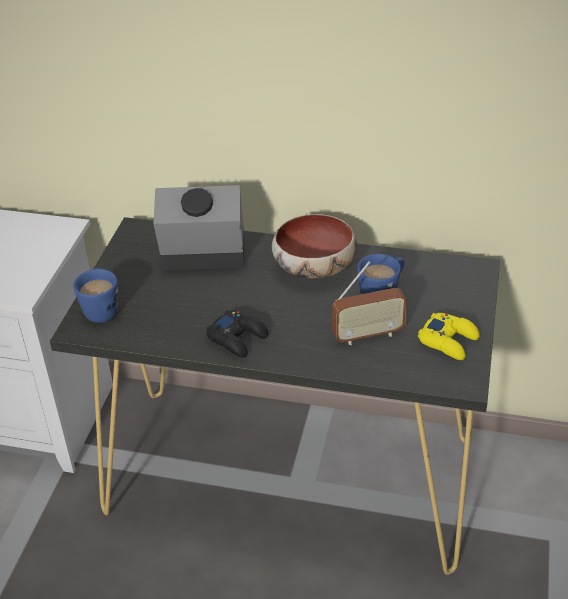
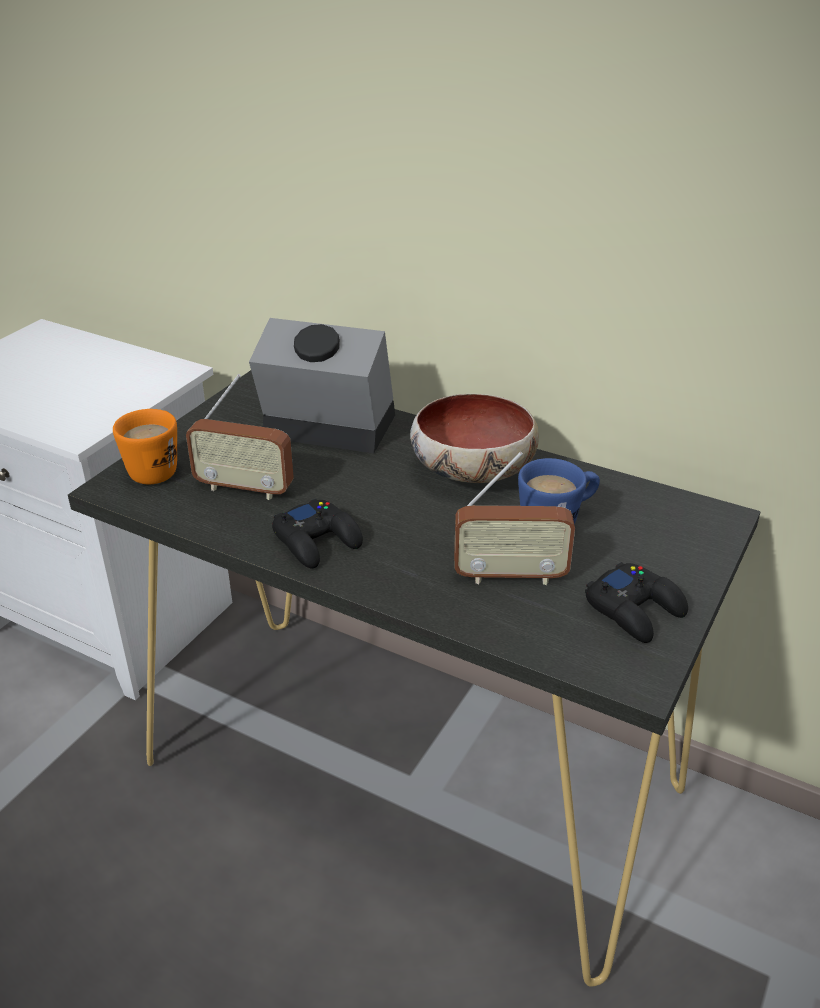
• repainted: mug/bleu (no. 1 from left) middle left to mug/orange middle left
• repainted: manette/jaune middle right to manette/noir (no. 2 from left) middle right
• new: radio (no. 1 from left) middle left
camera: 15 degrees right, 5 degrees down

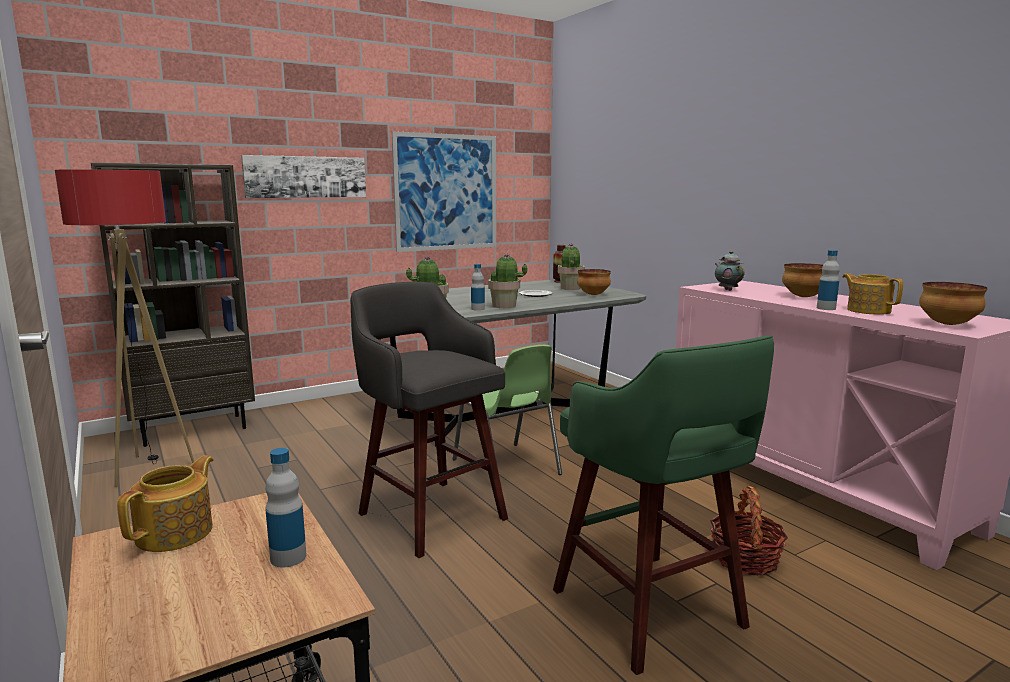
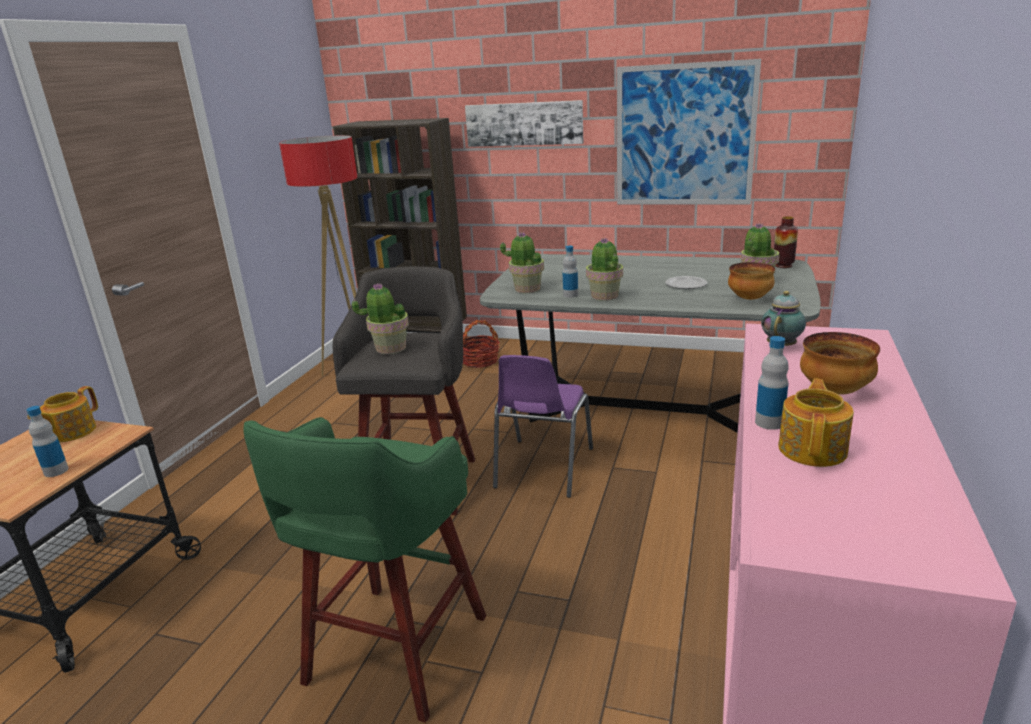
• gone: bol (no. 3 from left) middle right
• repainted: chaise/vert centre to chaise/violet centre
• rotated: théière (no. 1 from left) bottom left = middle left 135 degrees clockwise
• shifted: panier bottom right to centre
• new: plante en pot (no. 1 from left) centre
camera: 50 degrees right, 10 degrees up

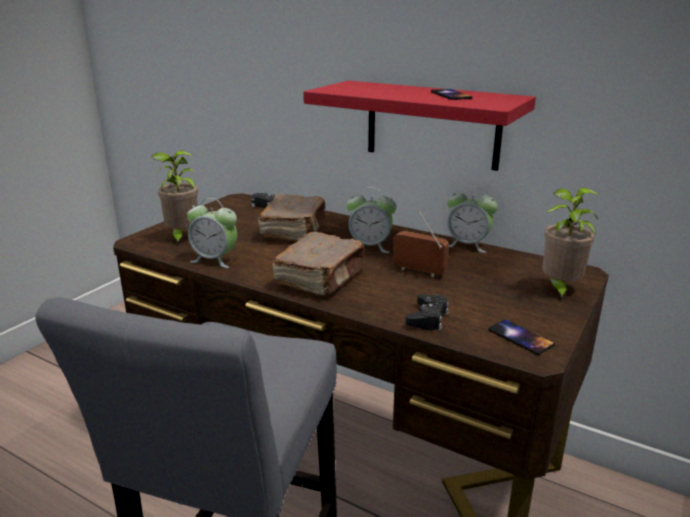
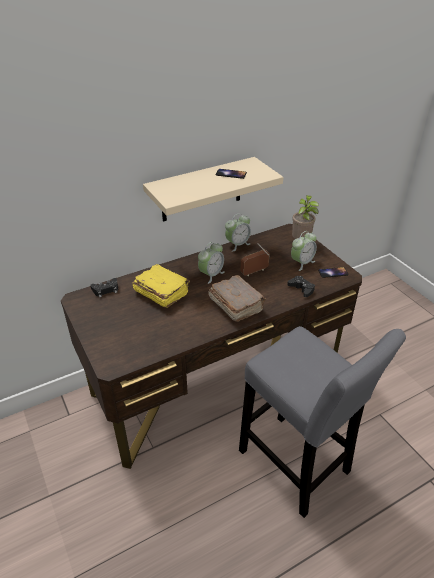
• repainted: étagère/rouge top centre to étagère/beige top centre
• gone: plante en pot (no. 1 from left) middle left
• repainted: livre/marron (no. 1 from left) centre to livre/jaune centre
• shifted: réveil (no. 1 from left in the first image) middle left to réveil (no. 3 from left) middle right
camera: 60 degrees left, 15 degrees up

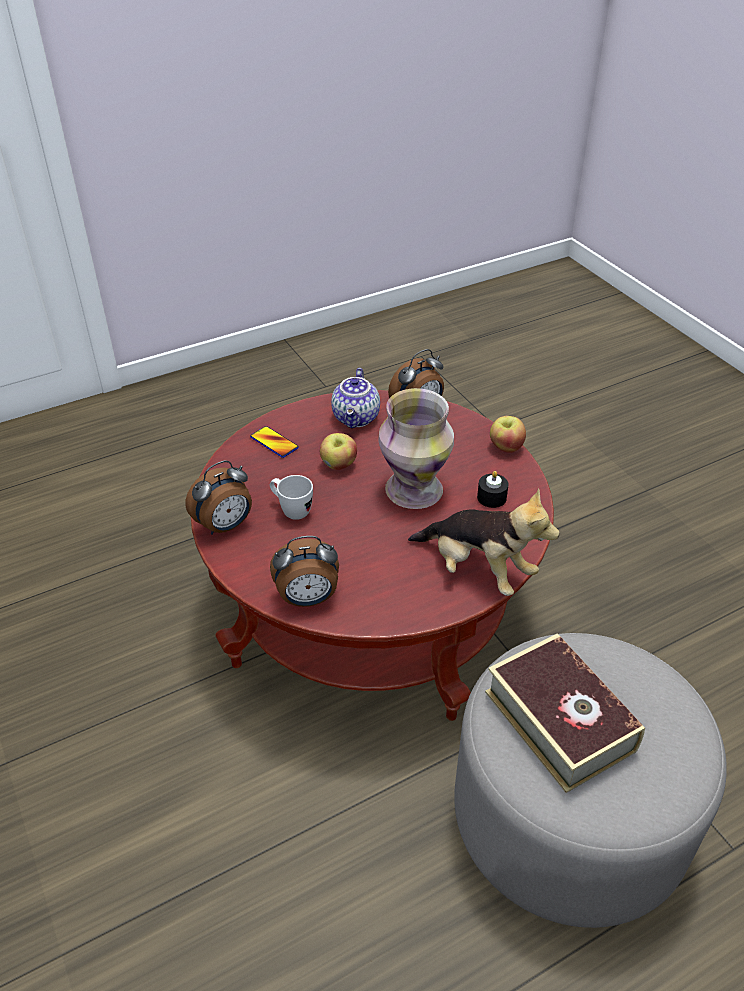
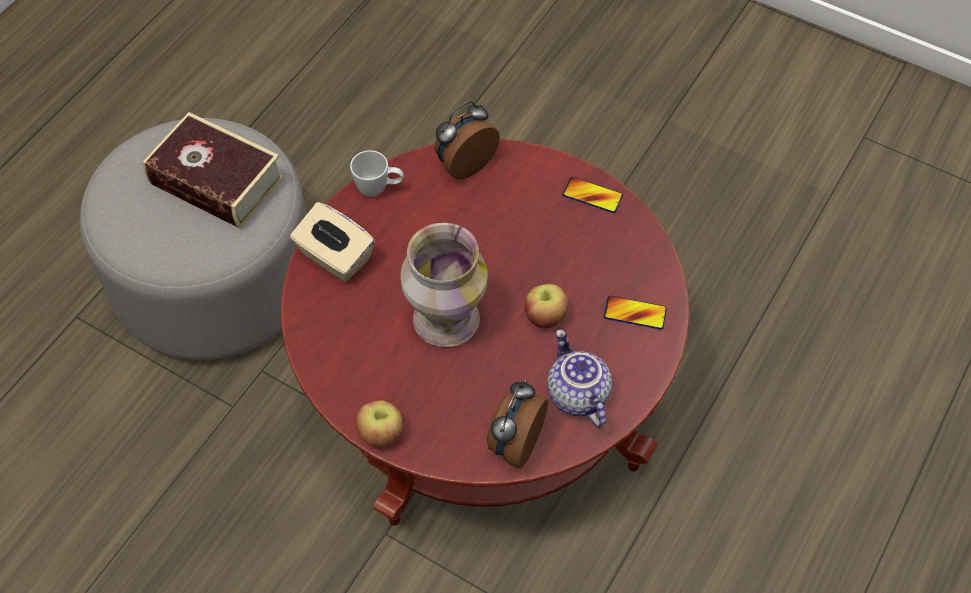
• swapped: réveil (no. 1 from left) middle left to téléphone (no. 1 from left) top centre
• gone: bougie/noir centre
• shifted: mug/blanc centre to top centre
• swapped: peluche centre to boîte à mouchoirs/beige centre
camera: 150 degrees right, 15 degrees up

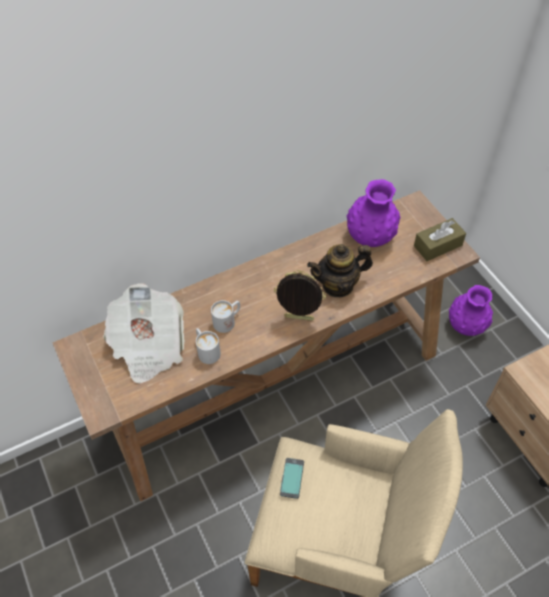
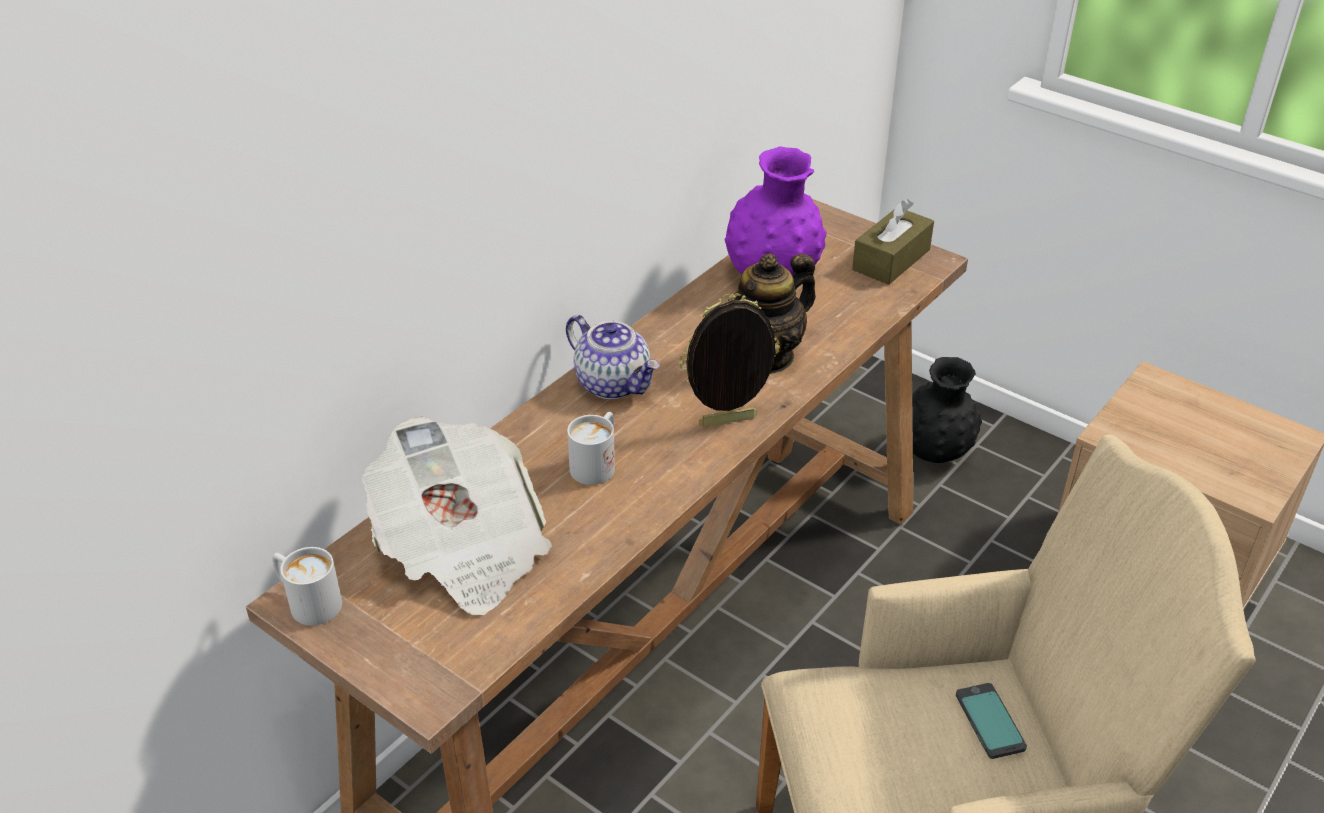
• repainted: vase/violet (no. 2 from left) middle right to vase/noir middle right
• shifted: mug/blanc (no. 1 from left) centre to bottom left
• shifted: téléphone bottom centre to bottom right
• new: théière (no. 1 from left) centre
camera: 25 degrees left, 15 degrees down

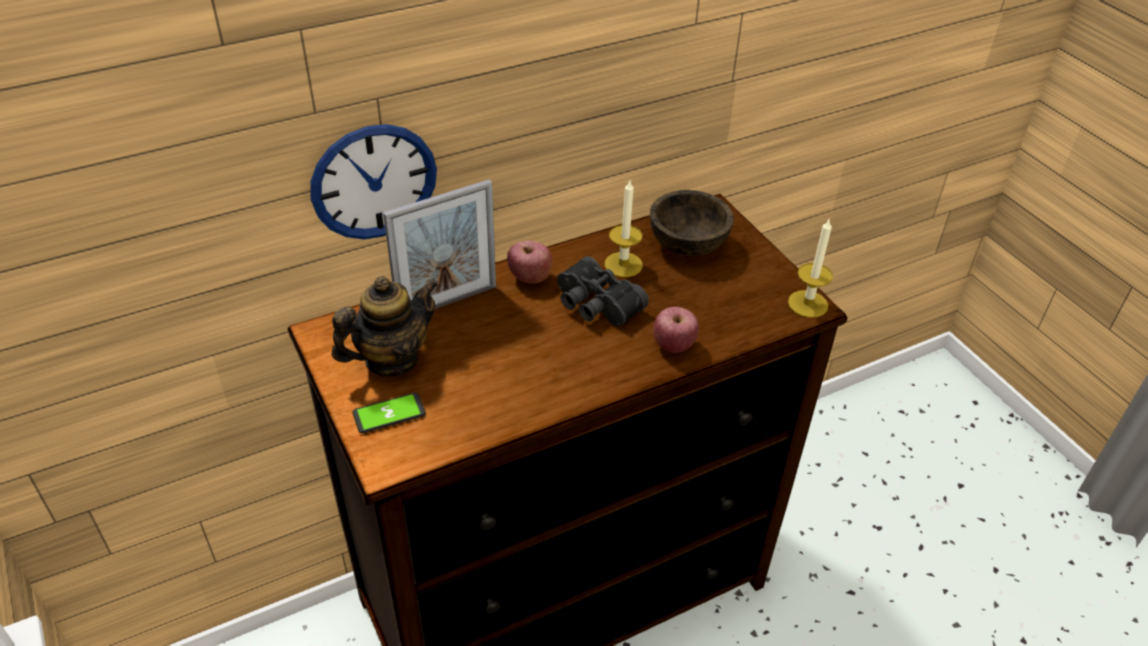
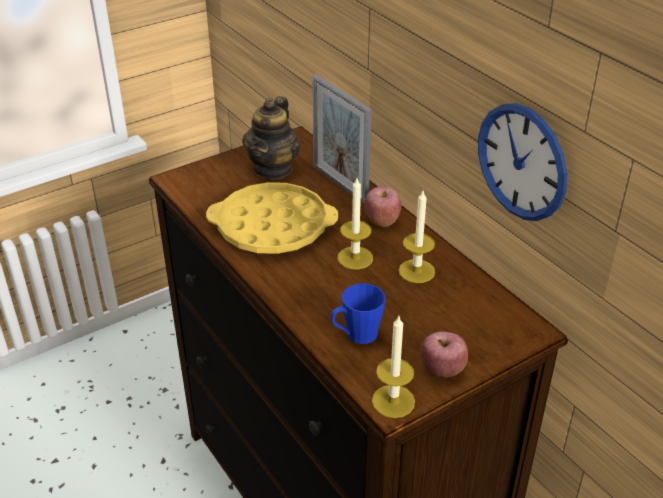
• shifted: horloge murale top left to top right
• gone: bol/marron centre
• swapped: jumelles/noir centre to bougie (no. 1 from left) centre
• rotated: théière centre = top centre 60 degrees clockwise
• shifted: pomme (no. 2 from left) centre to bottom right
• gone: téléphone centre
• new: plateau/jaune centre
• new: mug/bleu centre
camera: 85 degrees right, 5 degrees down

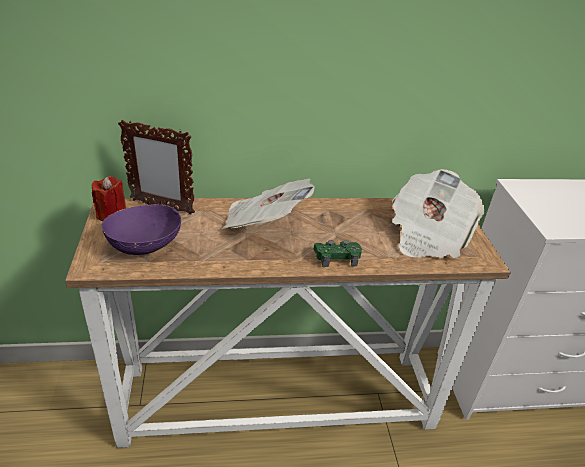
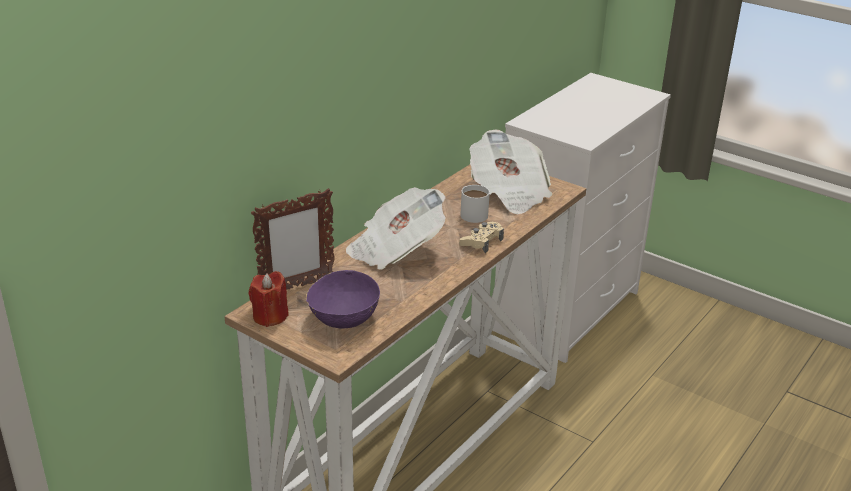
• repainted: manette/vert centre to manette/beige centre
• new: mug/blanc centre
camera: 45 degrees left, 5 degrees down

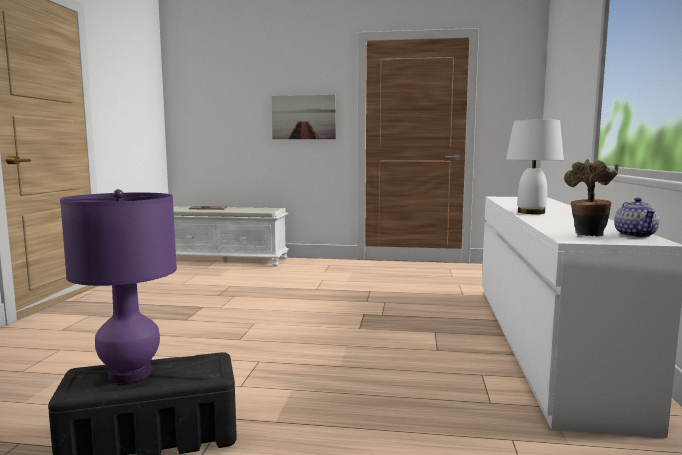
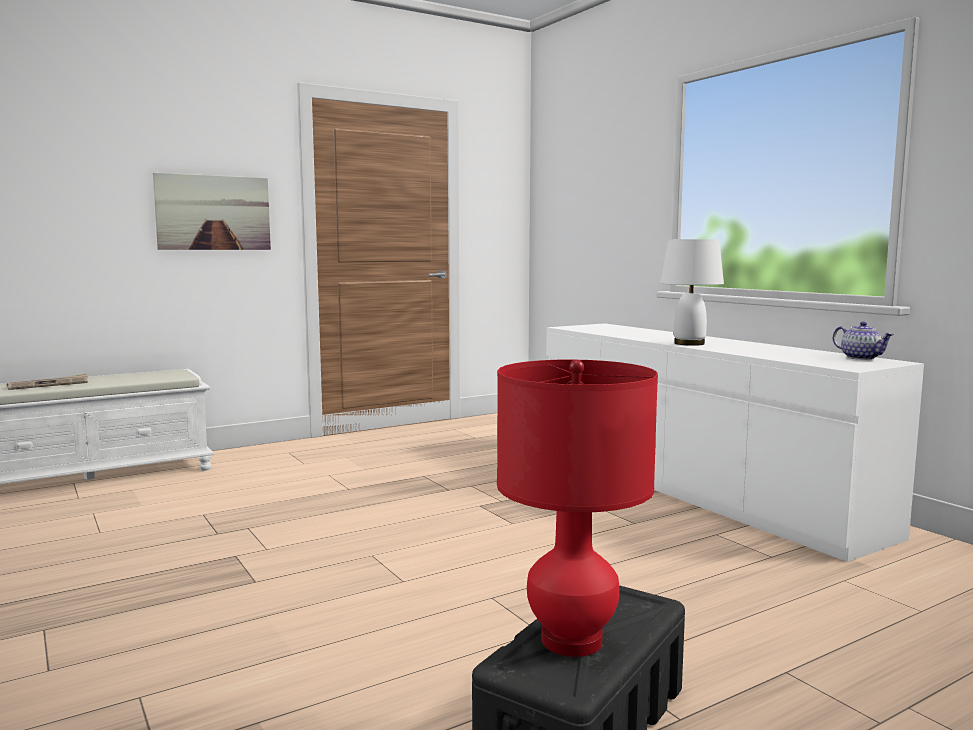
• gone: plante en pot middle right
• repainted: lampe de table/violet middle left to lampe de table/rouge bottom centre
camera: 40 degrees left, 0 degrees up

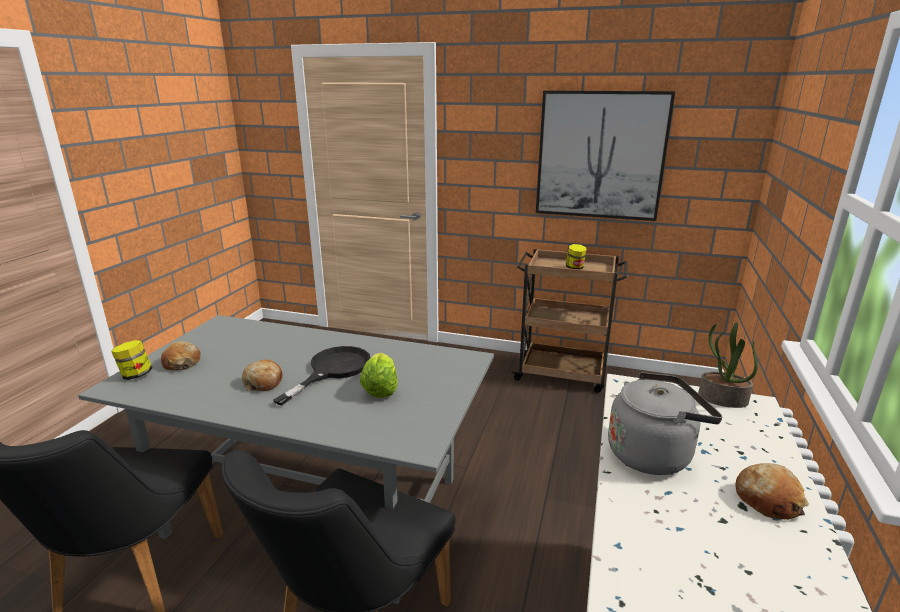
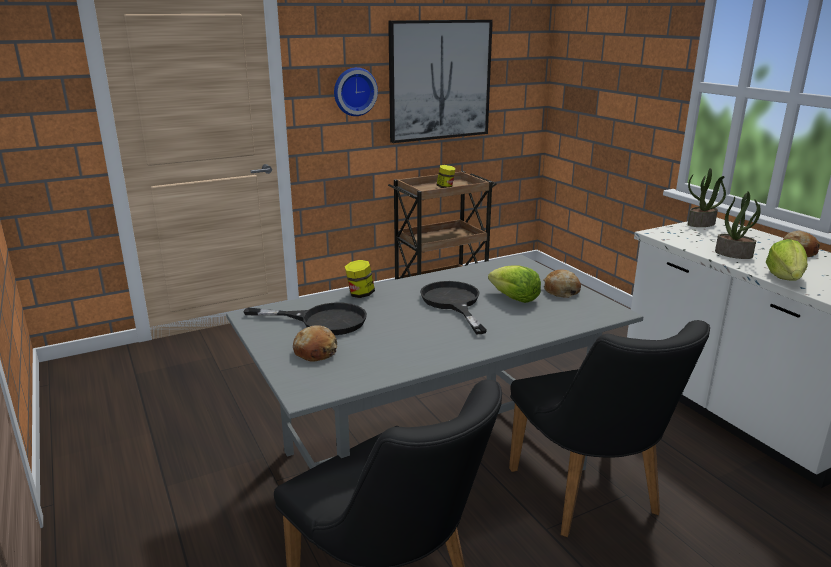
• shifted: bocal (no. 1 from left) middle left to centre
• shifted: pain (no. 2 from left) middle left to middle right
• swapped: bouilloire/gris bottom right to plante en pot (no. 2 from left) middle right
• new: horloge murale top centre
• new: laitue (no. 2 from left) middle right
• new: poêle/noir (no. 1 from left) centre
camera: 45 degrees left, 0 degrees up

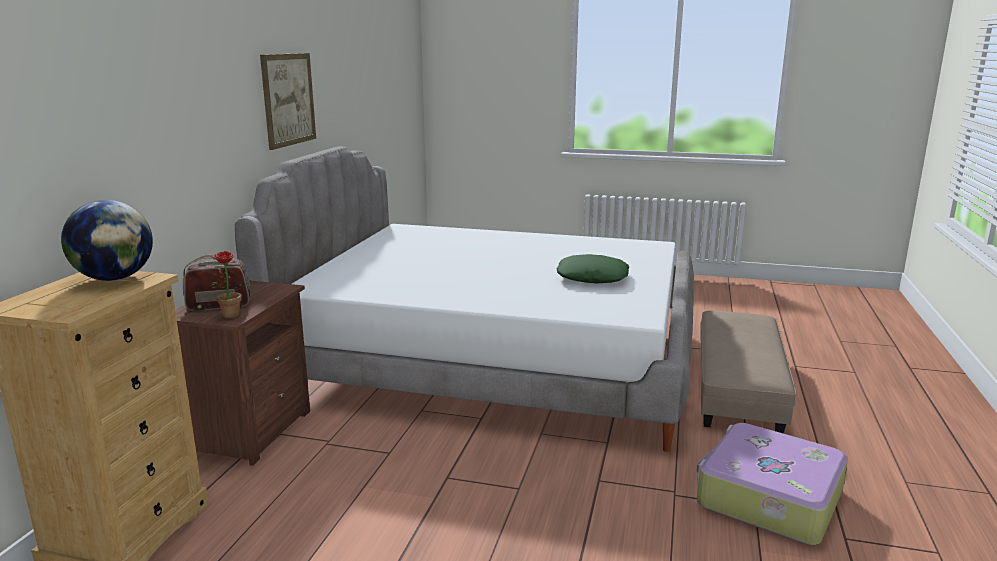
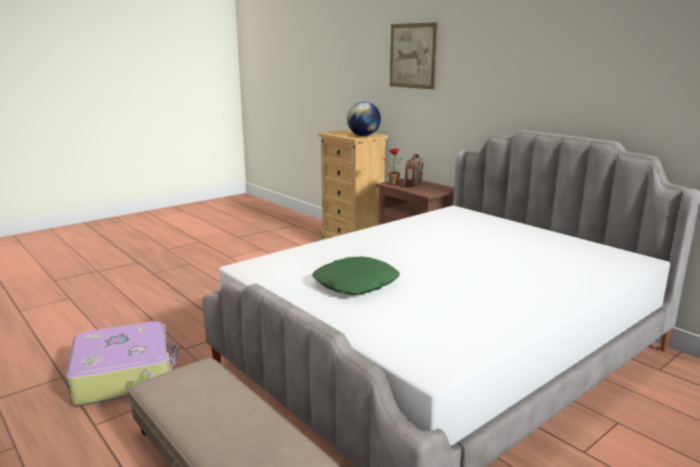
• shifted: tableau top left to top centre
camera: 125 degrees right, 0 degrees up

